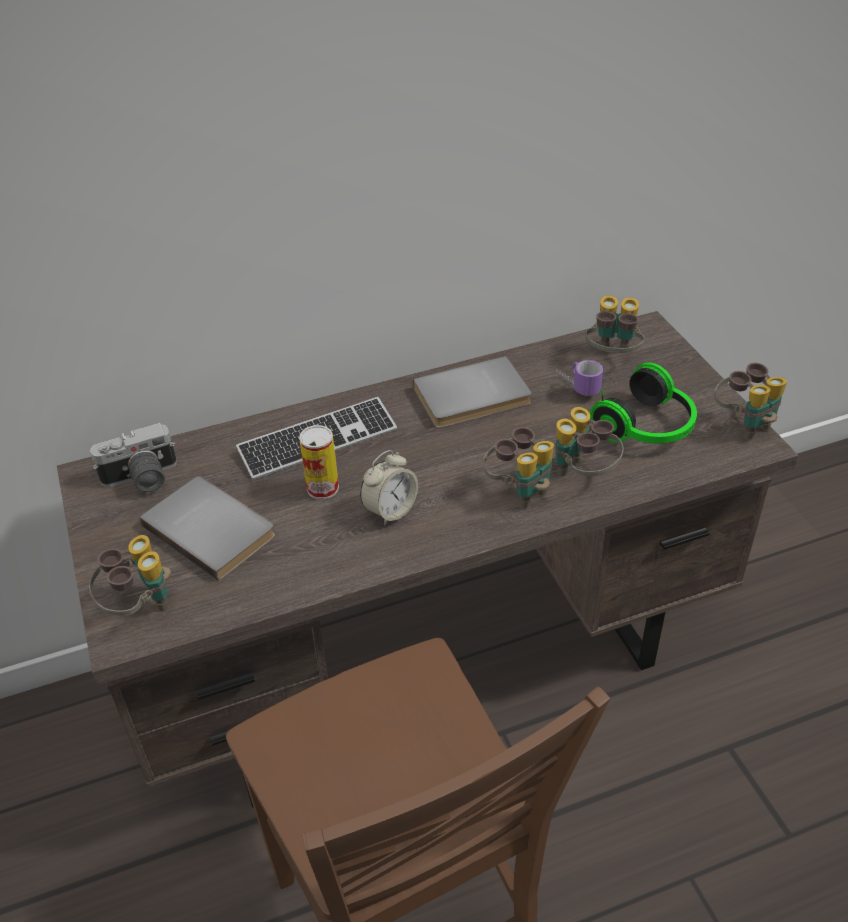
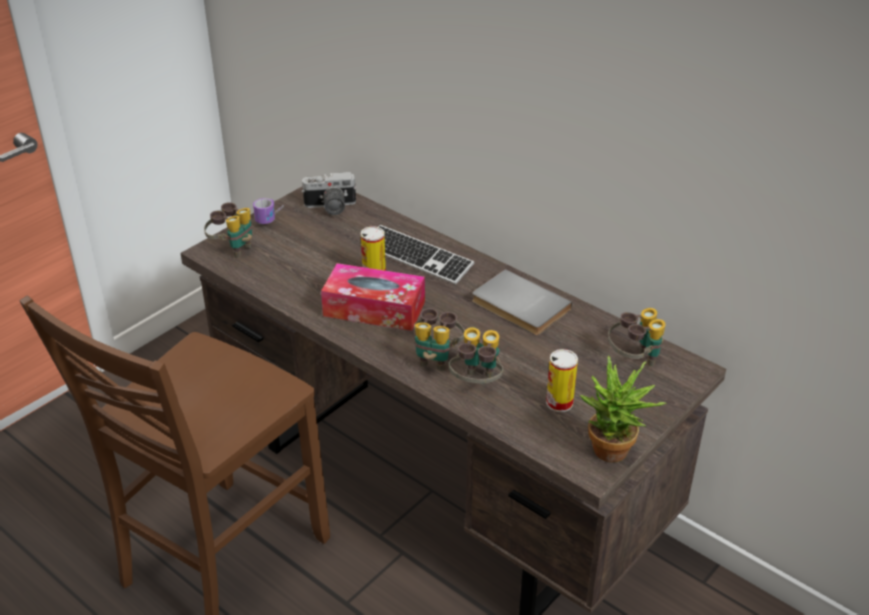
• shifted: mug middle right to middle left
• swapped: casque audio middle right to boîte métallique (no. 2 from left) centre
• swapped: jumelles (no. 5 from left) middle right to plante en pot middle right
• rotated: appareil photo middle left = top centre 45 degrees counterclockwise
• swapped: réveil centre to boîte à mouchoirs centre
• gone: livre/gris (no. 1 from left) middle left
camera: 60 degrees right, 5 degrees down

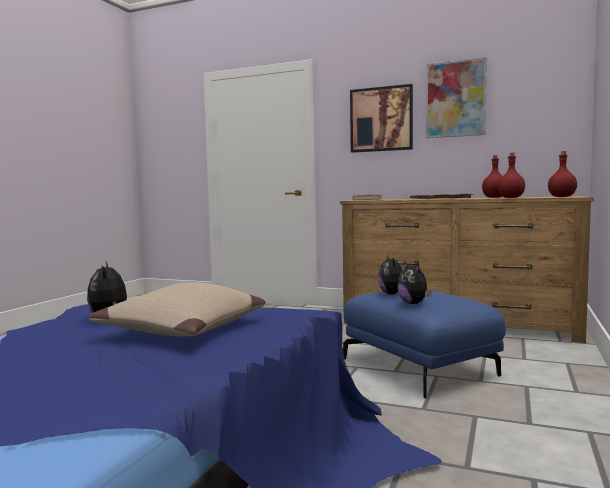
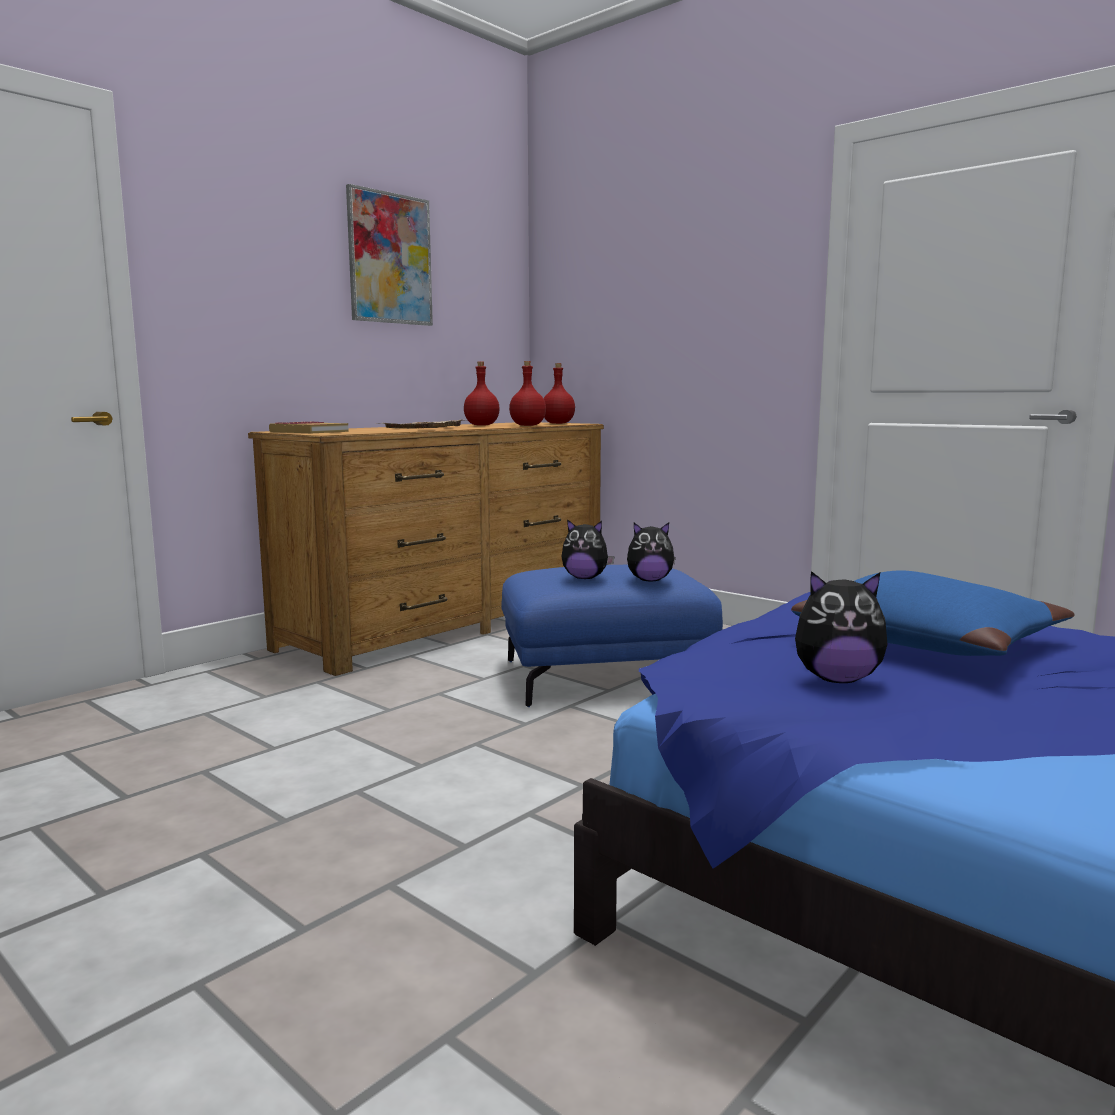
• gone: tableau (no. 1 from left) top centre
• repainted: coussin/beige middle left to coussin/bleu middle right
camera: 70 degrees left, 5 degrees up

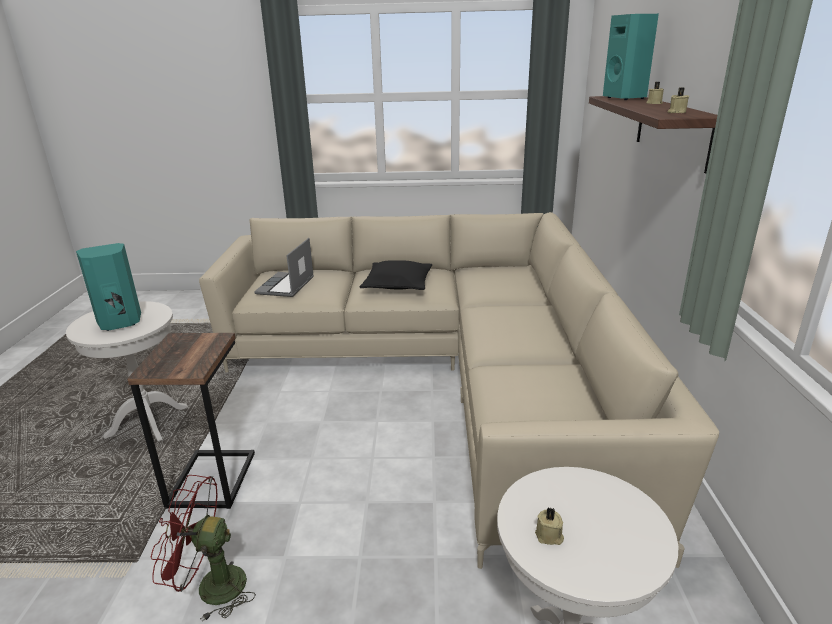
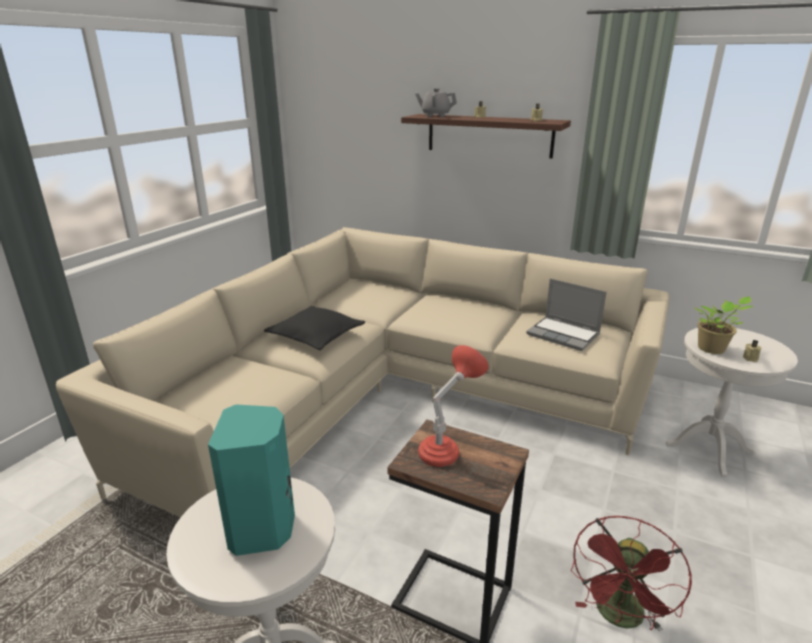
• swapped: enceinte/turquoise (no. 2 from left) top right to théière/gris top centre
• shifted: ordinateur portable centre to middle right
• new: plante en pot middle right
• new: lampe de table/rouge centre
camera: 65 degrees left, 0 degrees up

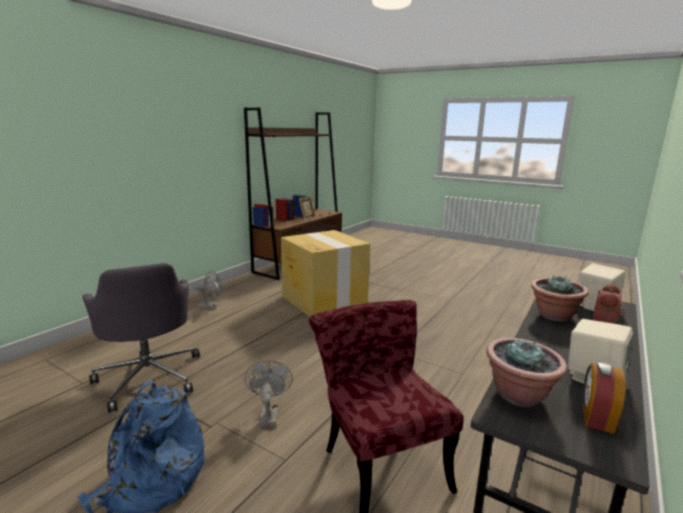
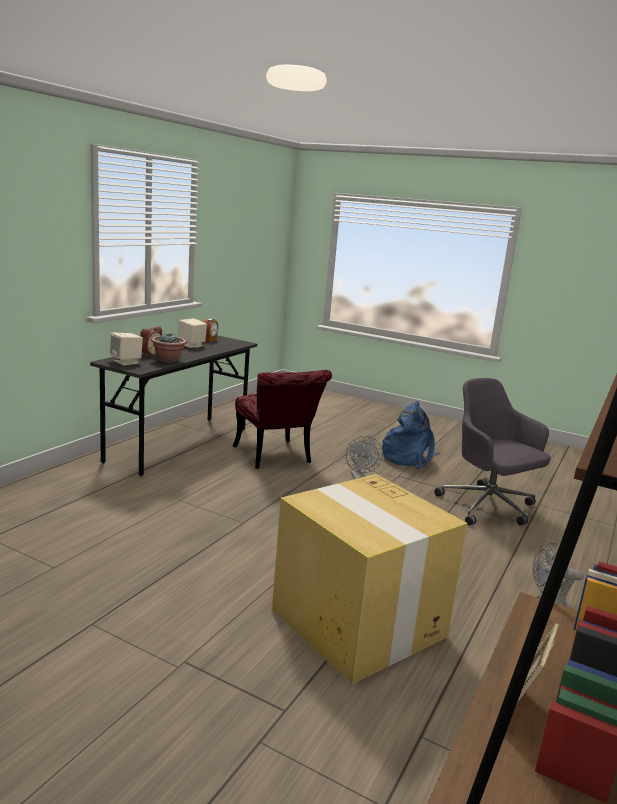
• gone: plante en pot (no. 1 from left) bottom right
camera: 175 degrees right, 0 degrees up

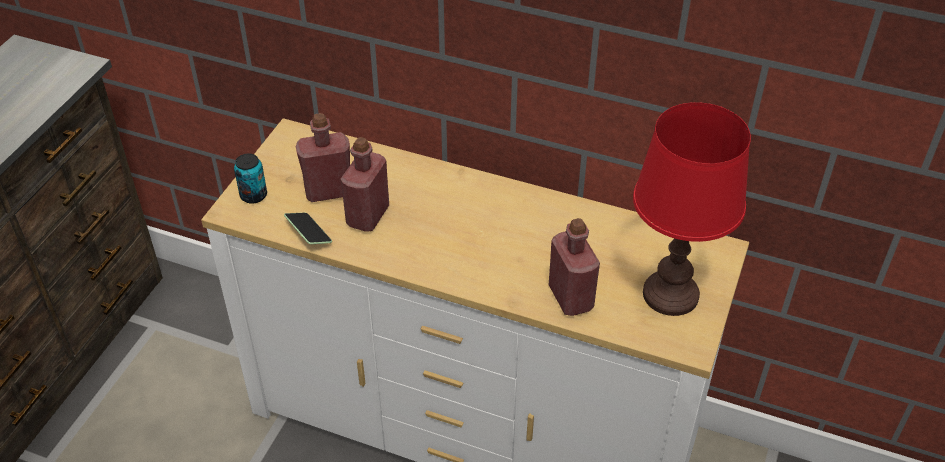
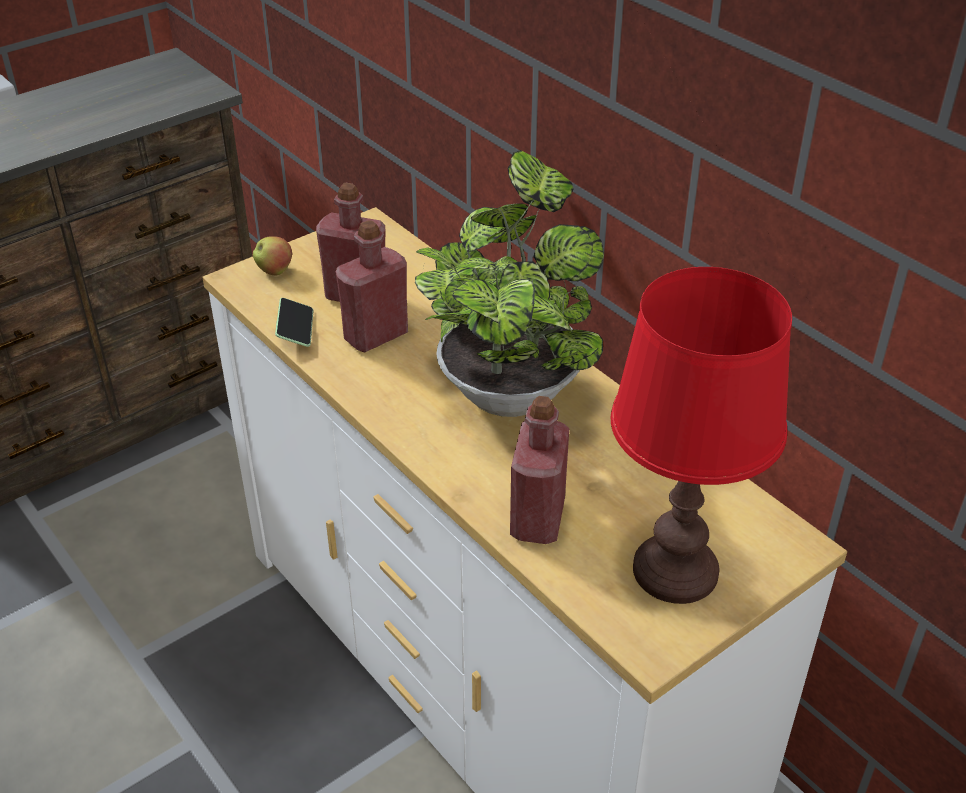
• swapped: boîte métallique middle left to pomme top left
• new: plante en pot centre
camera: 30 degrees right, 5 degrees down

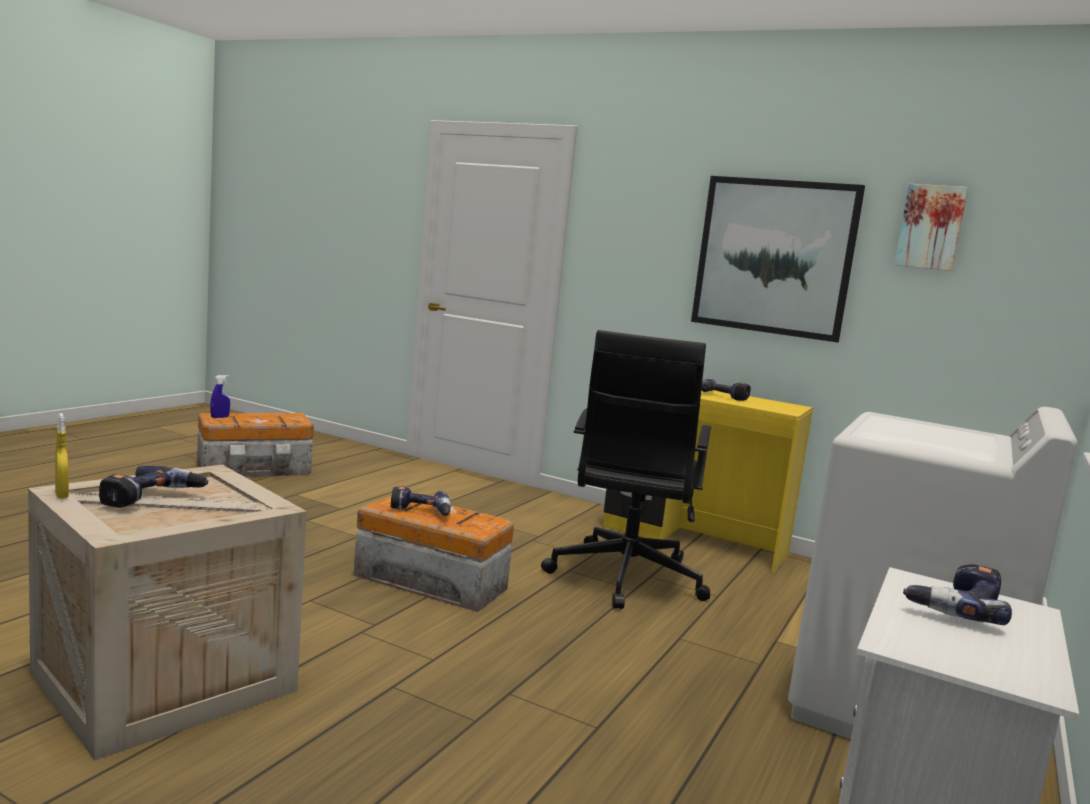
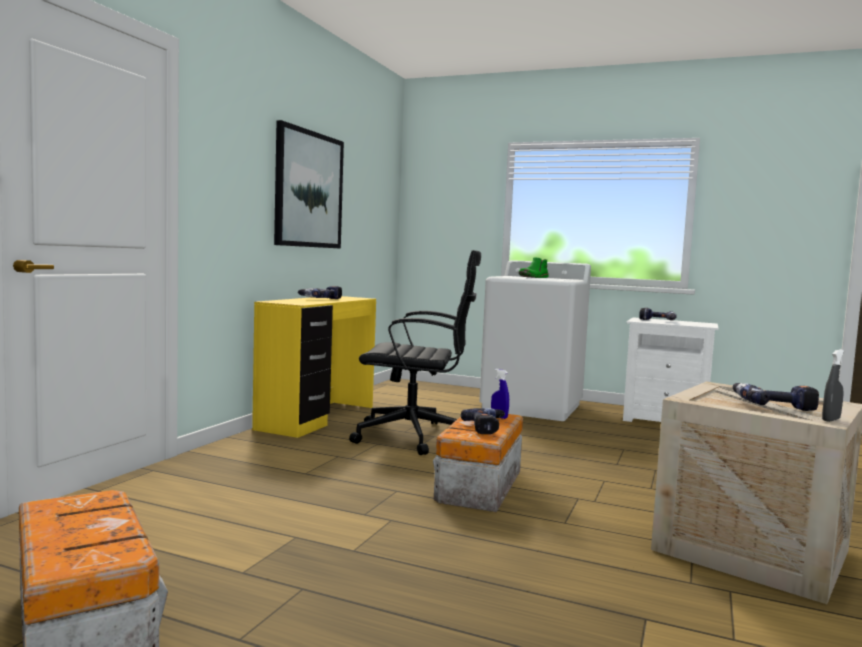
• gone: tableau (no. 2 from left) top right
• shifted: vaporisateur/bleu middle left to centre
• repainted: vaporisateur/jaune middle left to vaporisateur/gris middle right
• new: botte/vert centre
camera: 95 degrees left, 5 degrees down

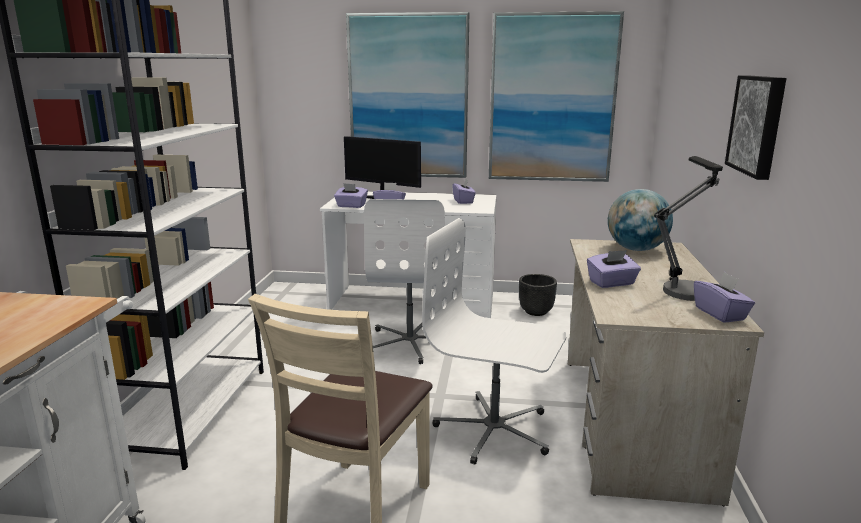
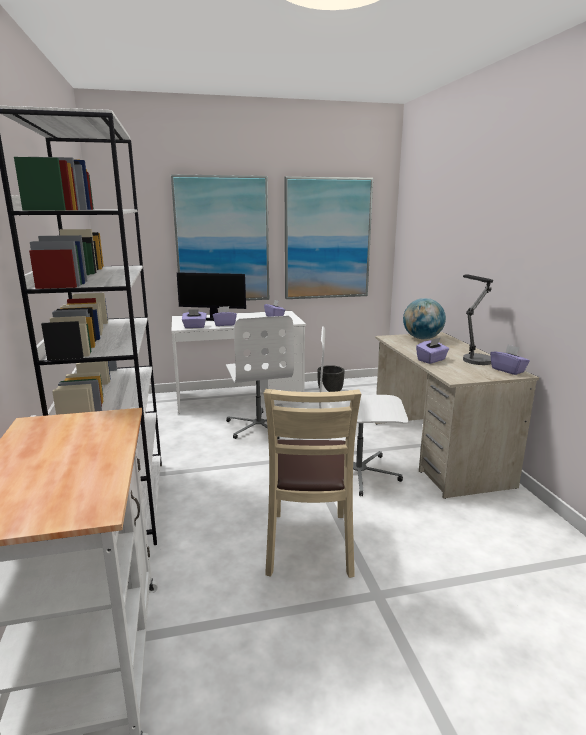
• gone: tableau (no. 3 from left) top right
camera: 20 degrees left, 0 degrees up

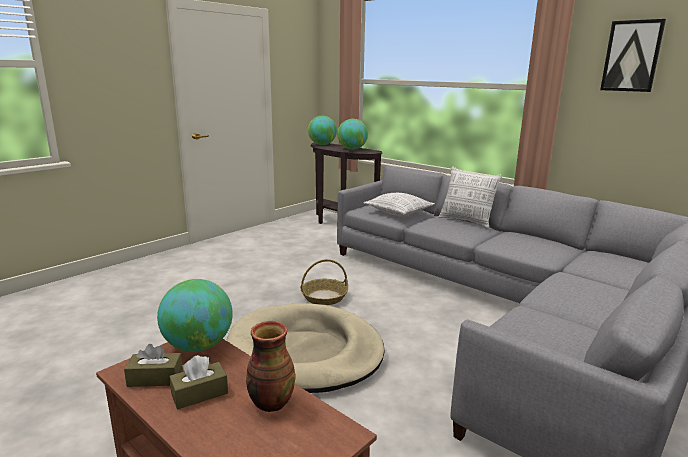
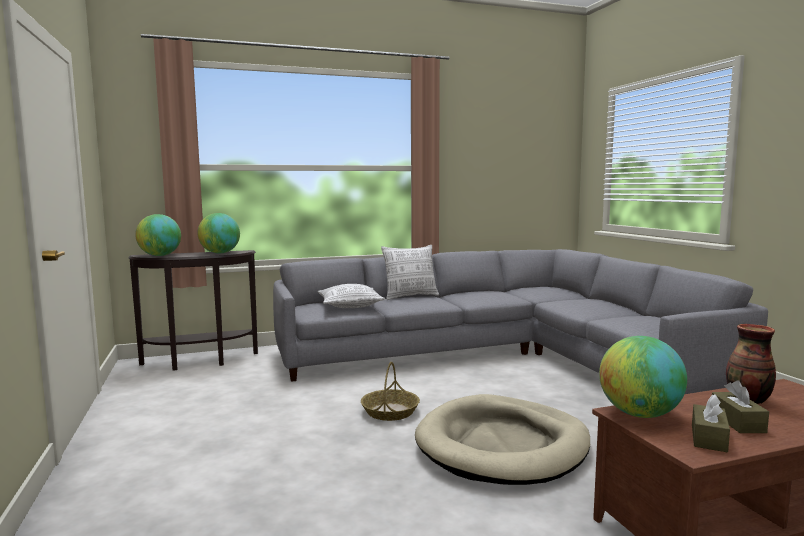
• gone: tableau top right
camera: 60 degrees left, 10 degrees down

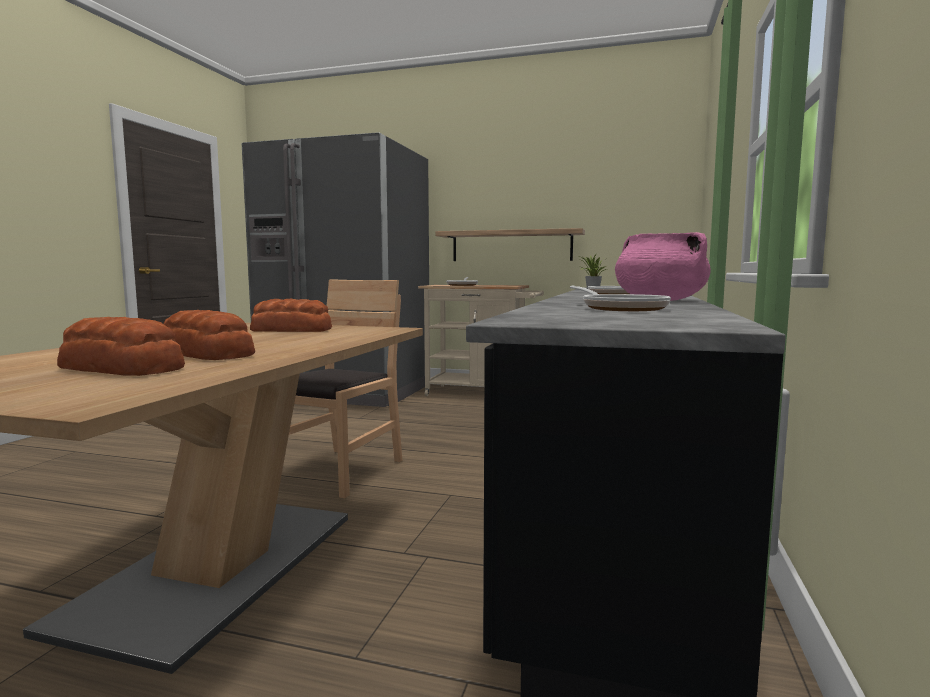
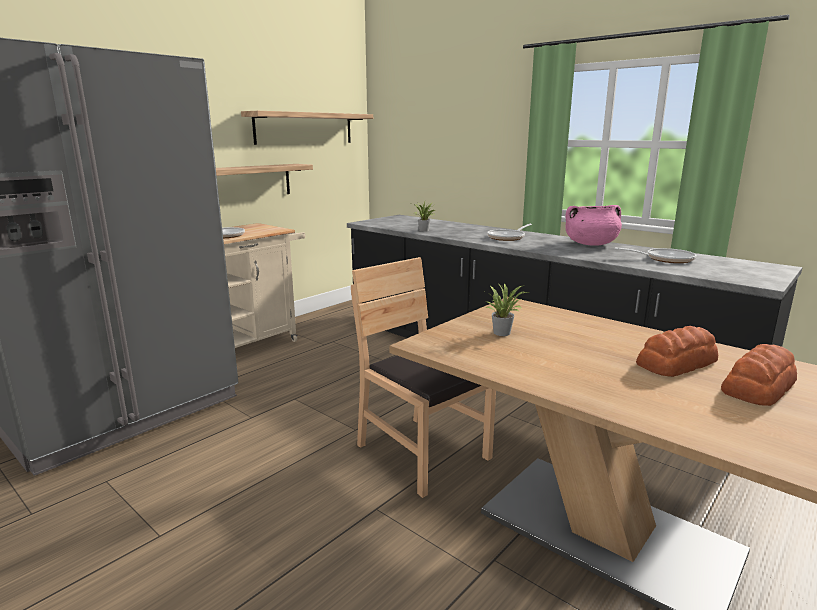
• swapped: pain (no. 3 from left) middle left to plante en pot (no. 2 from left) centre
• new: étagère (no. 2 from left) top centre
camera: 65 degrees left, 10 degrees up

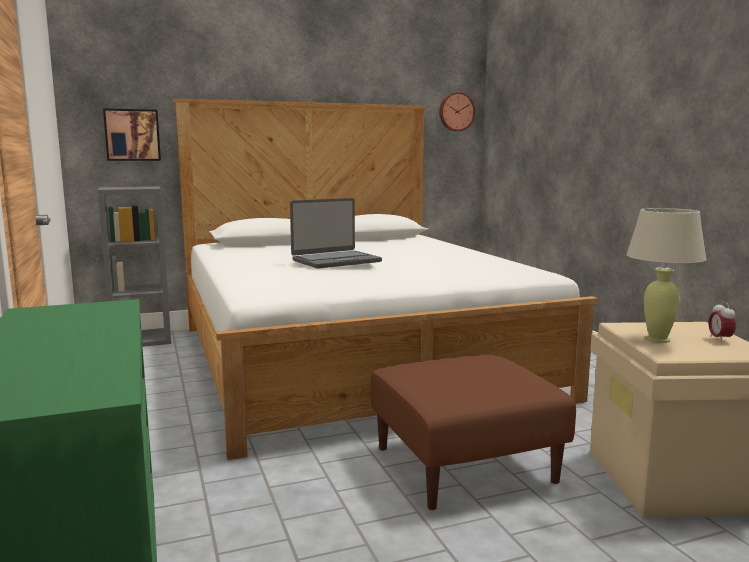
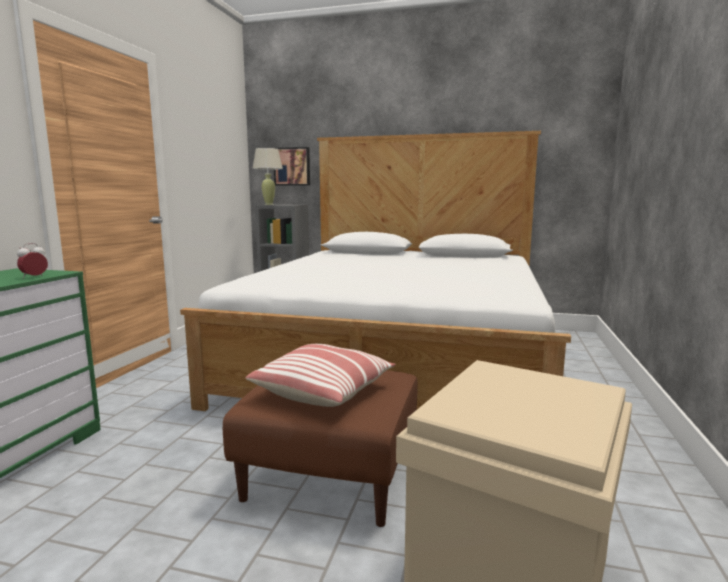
• gone: horloge murale top centre
• gone: ordinateur portable centre
• shifted: lampe de table/beige middle right to top centre
• shifted: réveil middle right to middle left
• new: coussin centre
camera: 35 degrees right, 0 degrees up

